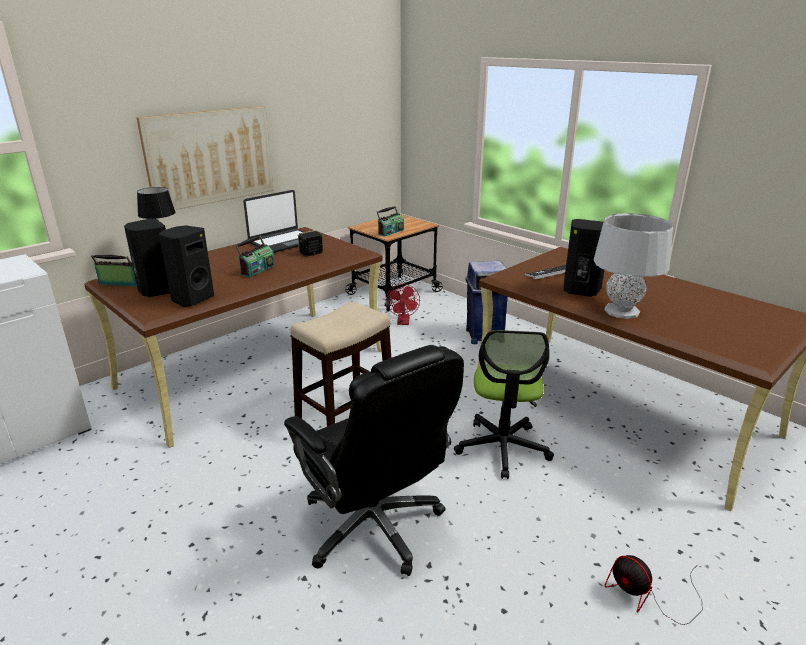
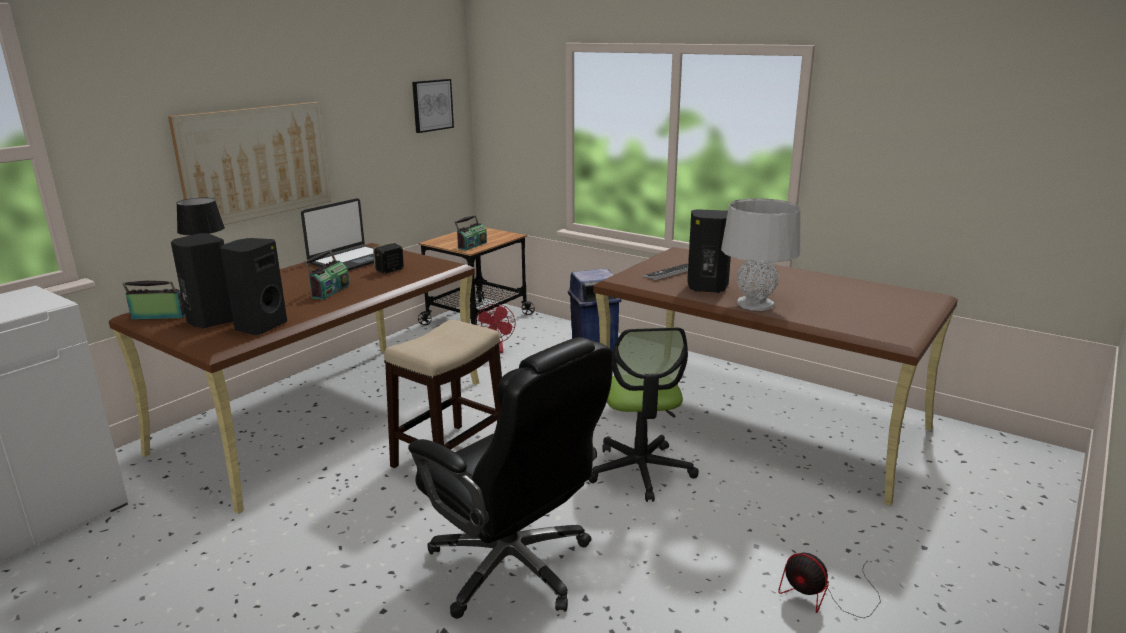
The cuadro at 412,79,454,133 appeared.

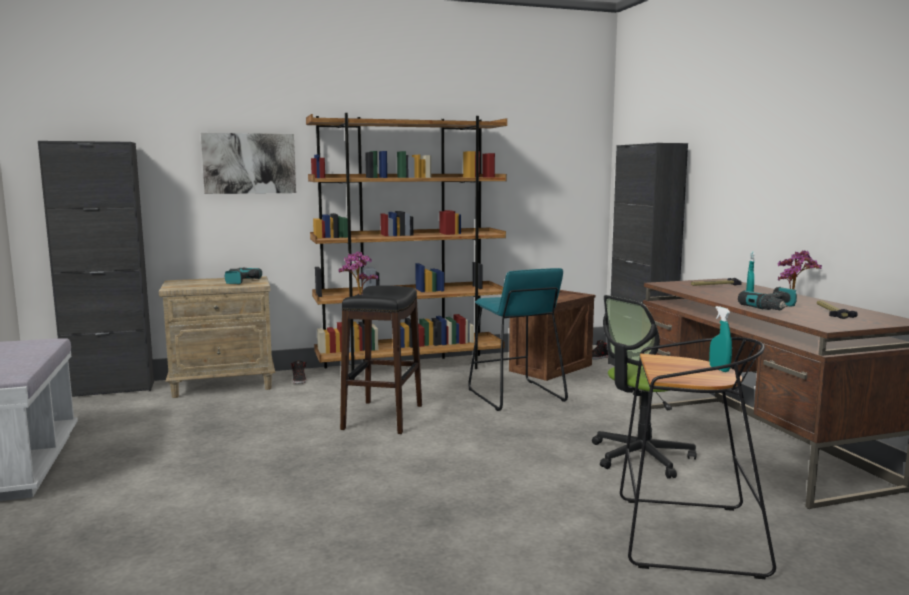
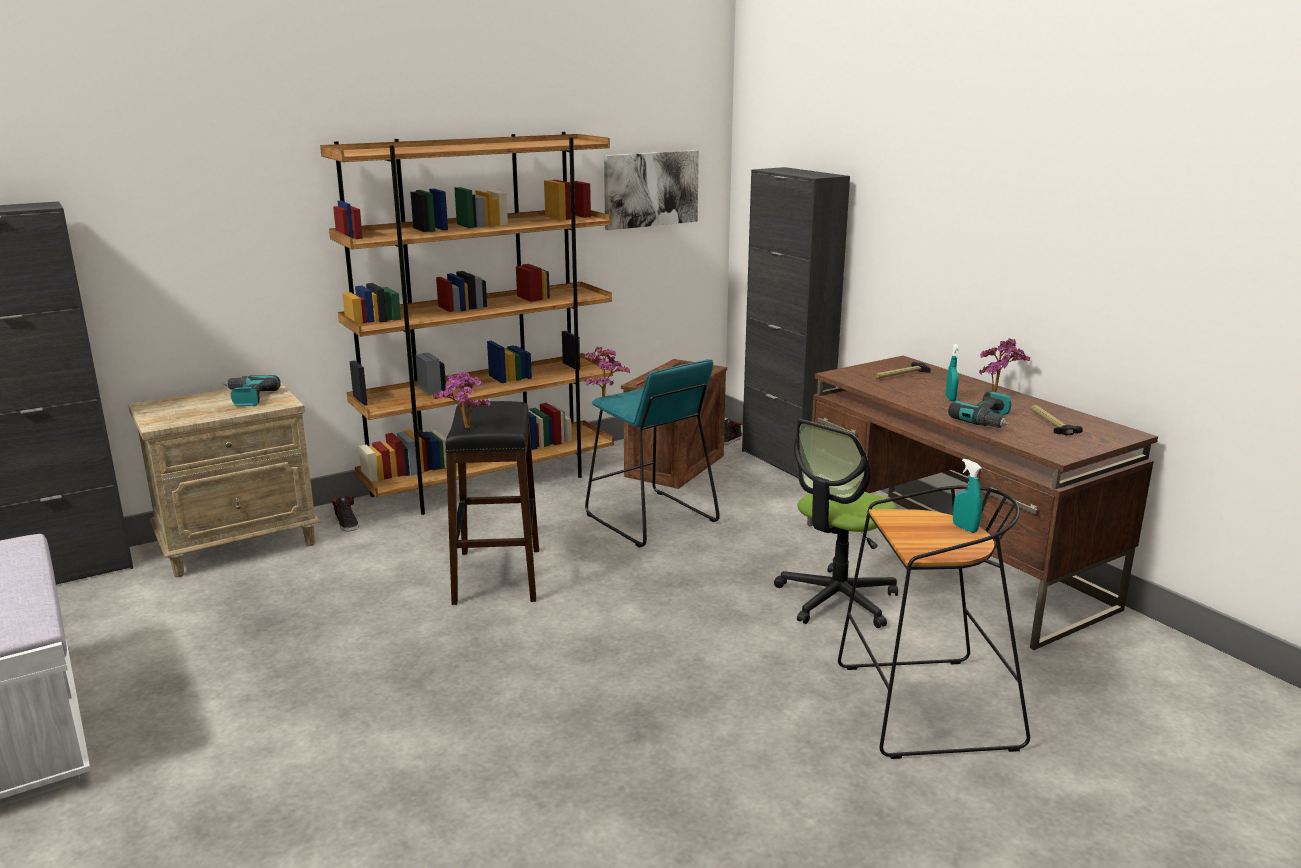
The planta en maceta at 584,346,630,398 appeared.
The cuadro moved from 201,133,296,194 to 604,150,699,230.

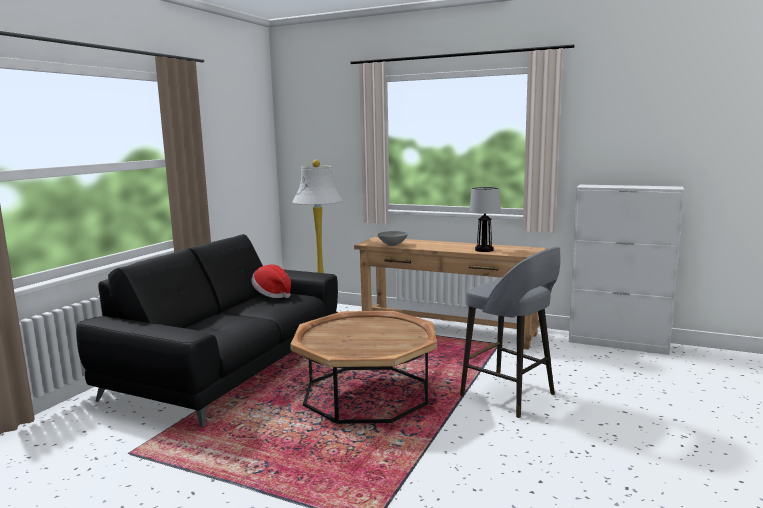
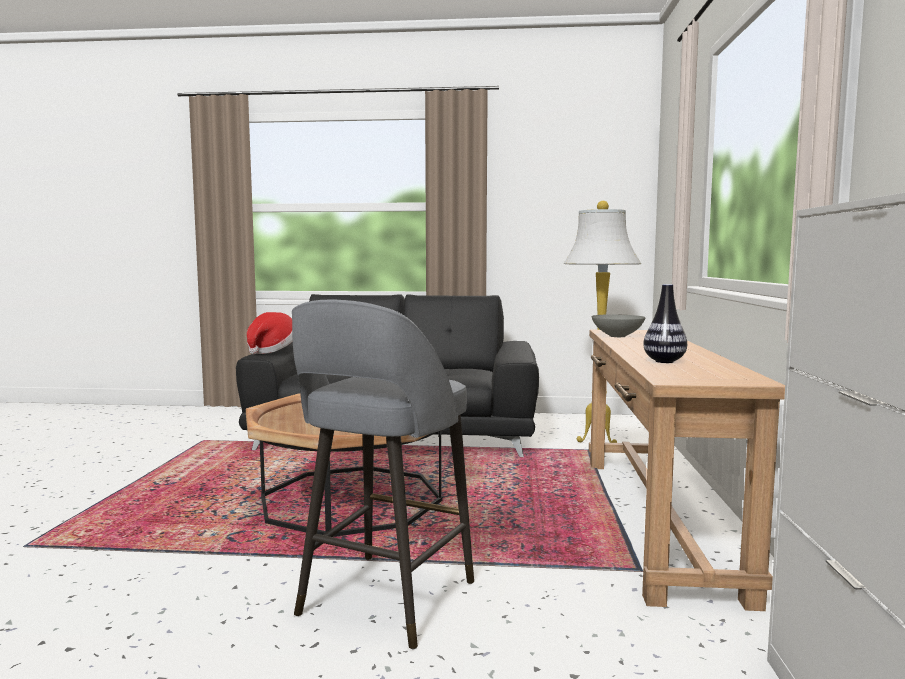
The sombrero moved from 251,265,291,298 to 247,312,293,354.
The lámpara de mesa at 469,187,501,252 was replaced by the florero at 643,284,687,363.

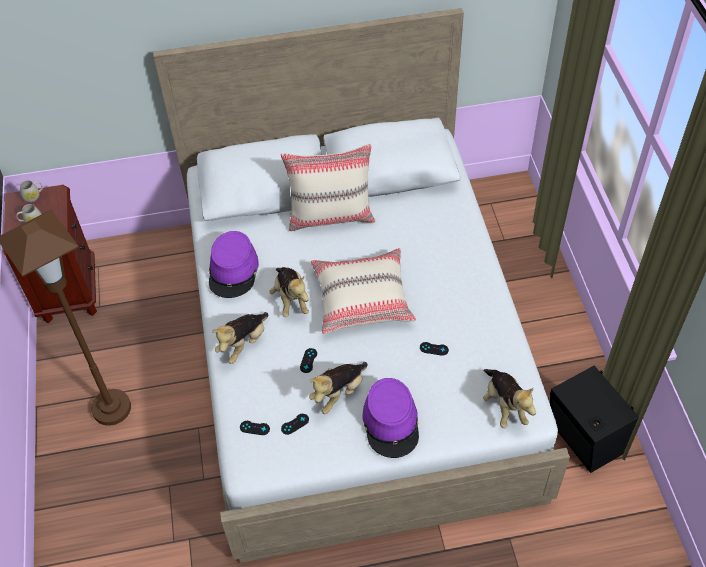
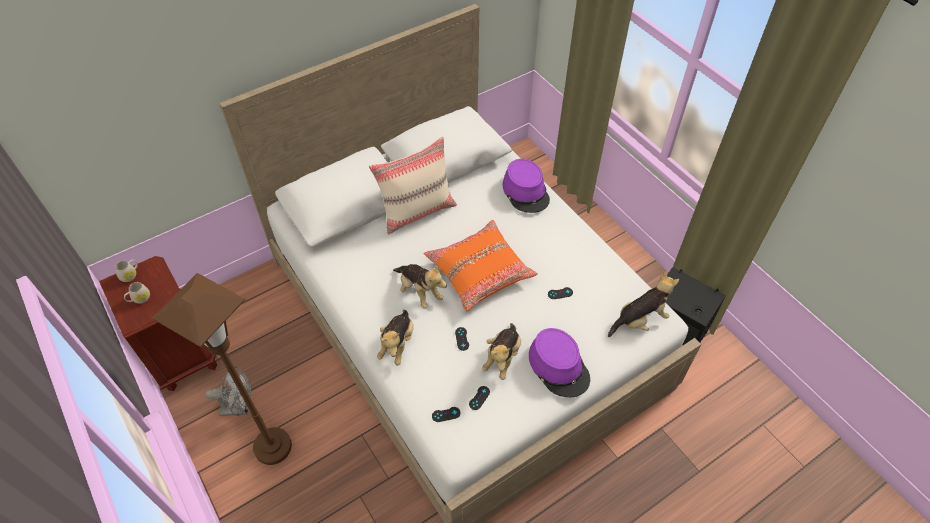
The ventilador (gris) at 205,366,251,416 appeared.
The cojín (beis) at 310,248,416,334 became the cojín (naranja) at 424,220,538,311.
The sombrero (morado) moved from 209,231,259,298 to 503,159,550,213.
The peluche at 483,369,536,428 turned 75 degrees counterclockwise.

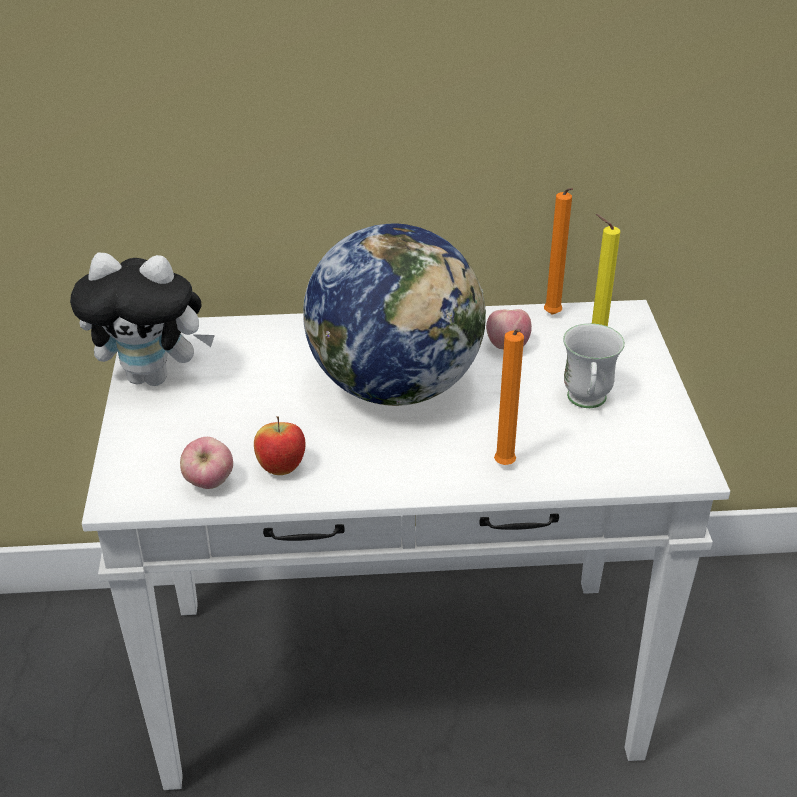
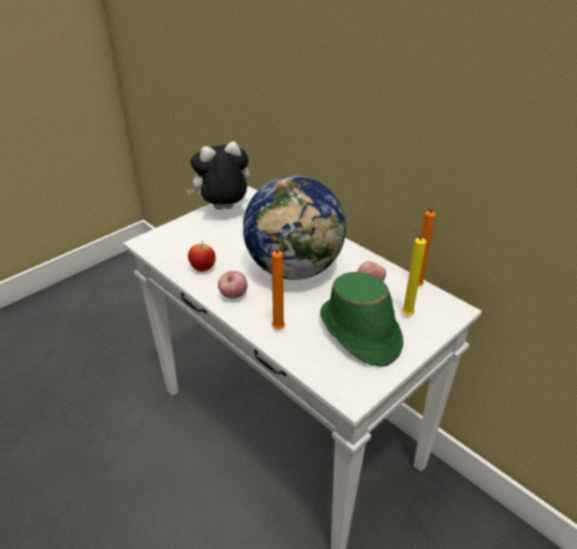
The peluche at 70,253,215,386 turned 105 degrees clockwise.
The manzana moved from 180,437,233,489 to 218,271,248,299.
The taza grande (blanco) at 563,323,625,408 was replaced by the sombrero (verde) at 320,272,403,367.

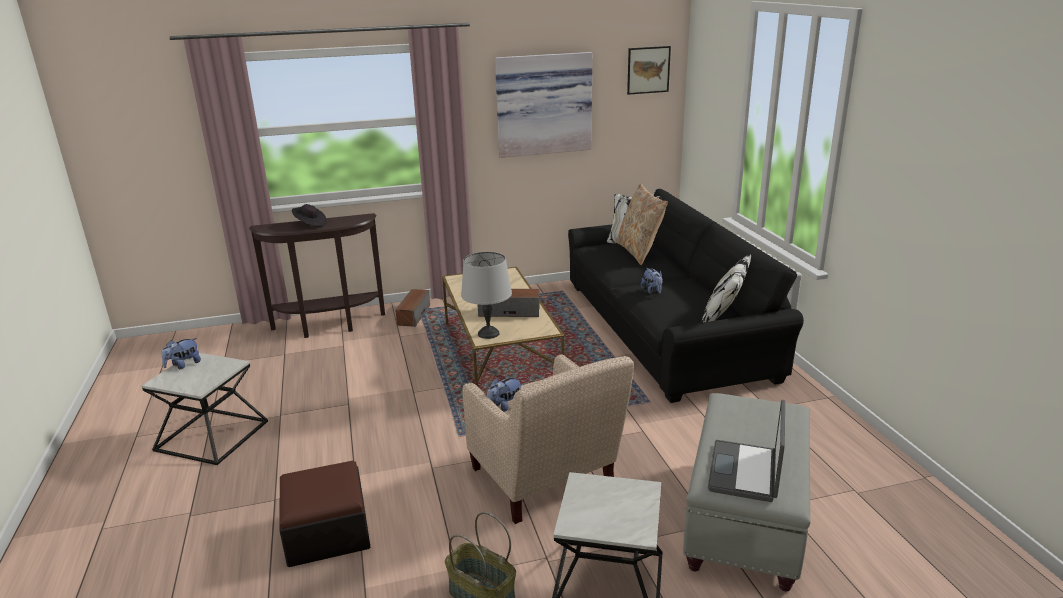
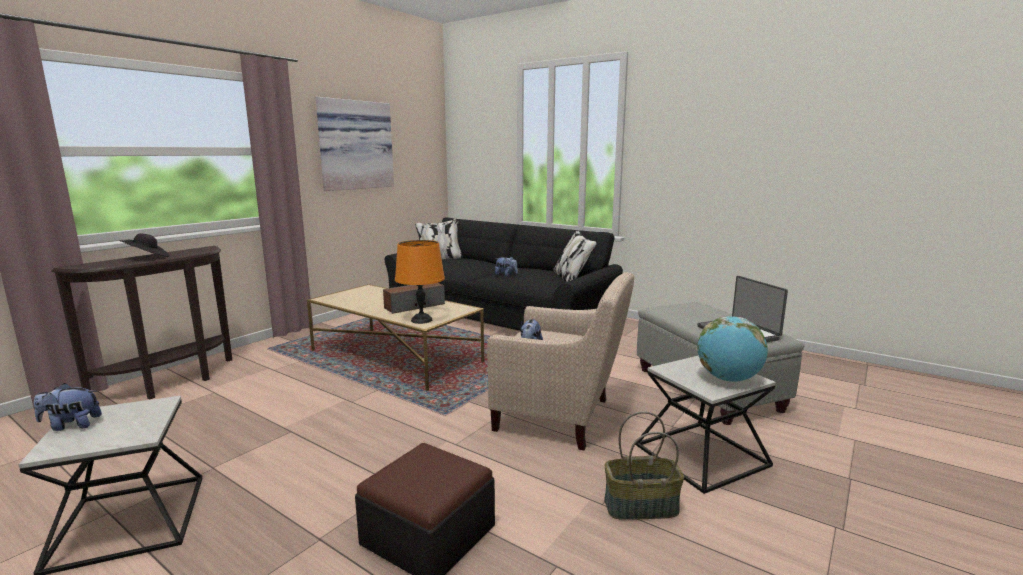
The peluche at 162,338,201,369 turned 75 degrees clockwise.
The lámpara de mesa (gris) at 461,252,512,339 became the lámpara de mesa (naranja) at 395,240,445,324.
The globo terráqueo at 697,316,768,382 appeared.
The altavoz at 395,289,430,327 disappeared.
The cojín (beis) at 616,184,668,265 disappeared.
The cuadro at 627,46,671,95 disappeared.

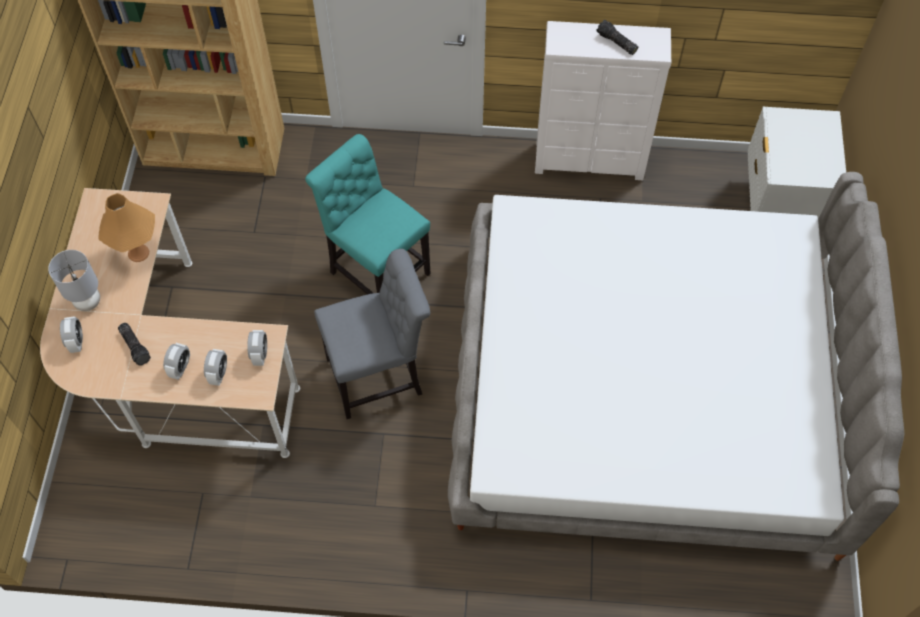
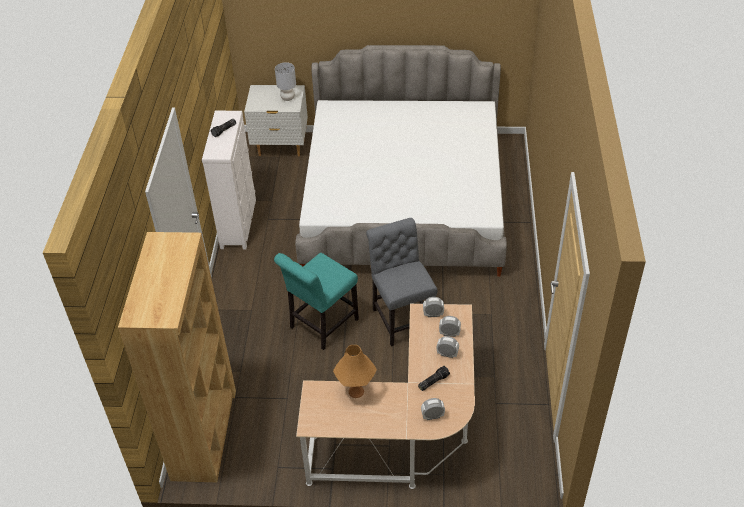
The lámpara de mesa (gris) moved from 48,250,100,311 to 275,62,296,101.

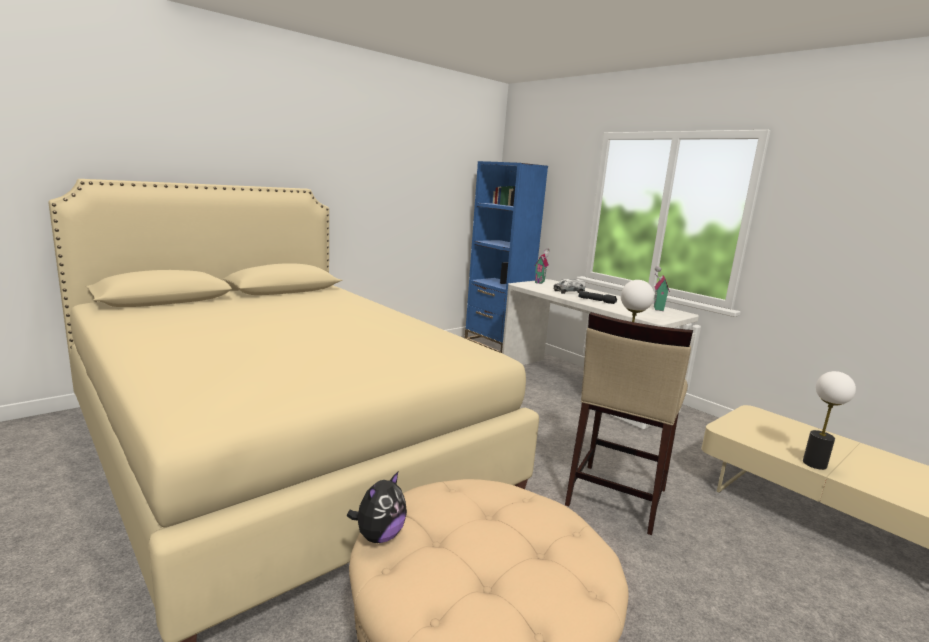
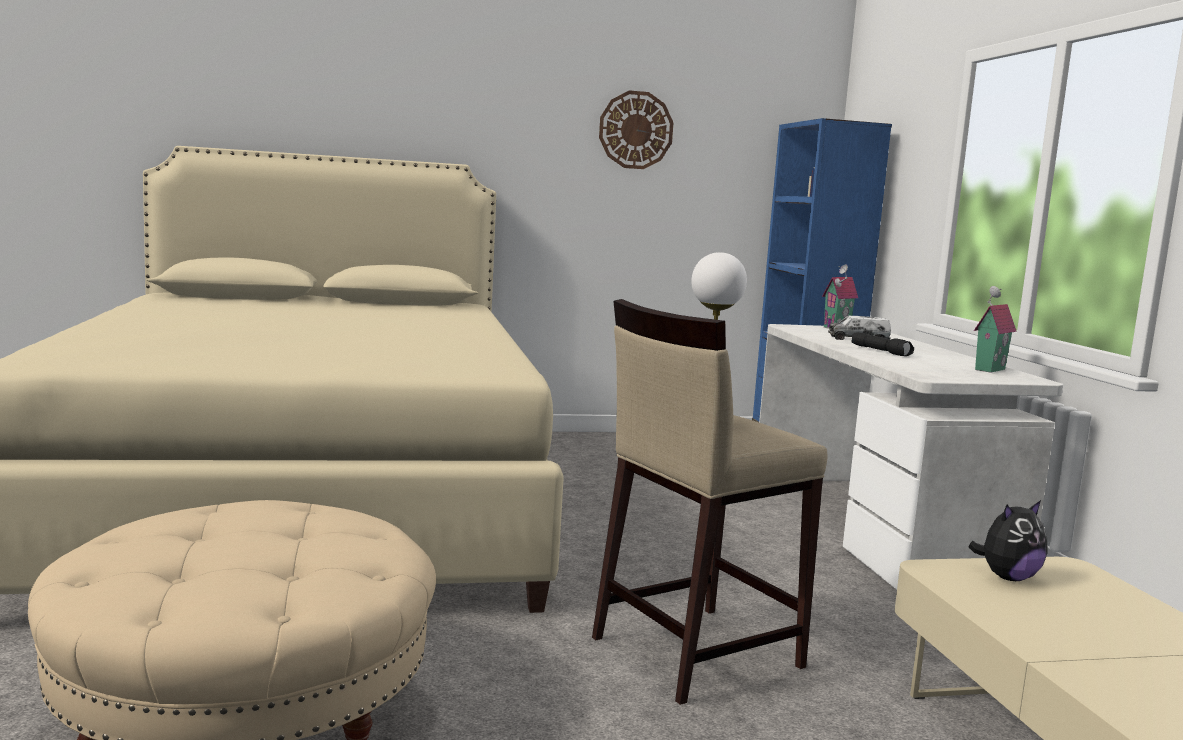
The reloj de pared at 599,90,673,169 appeared.
The peluche moved from 347,472,407,543 to 968,500,1047,581.
The lámpara de mesa at 803,371,856,470 disappeared.

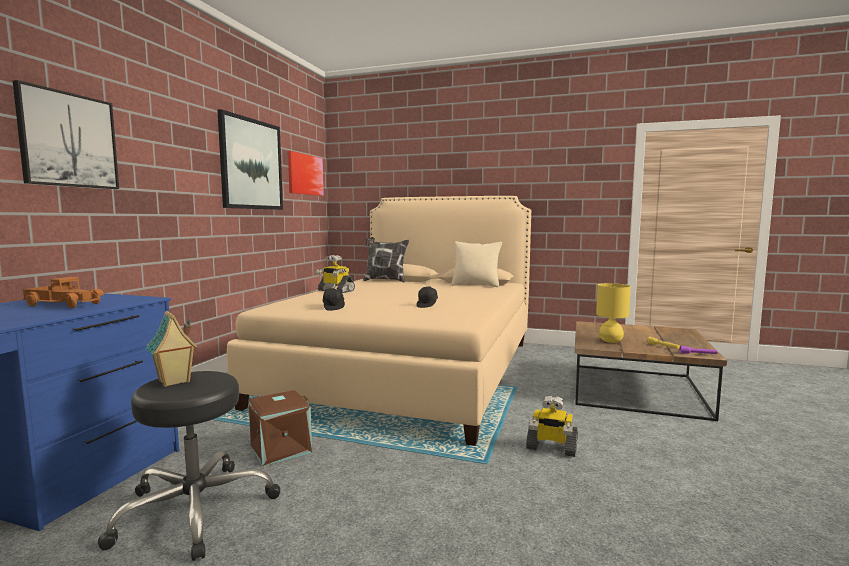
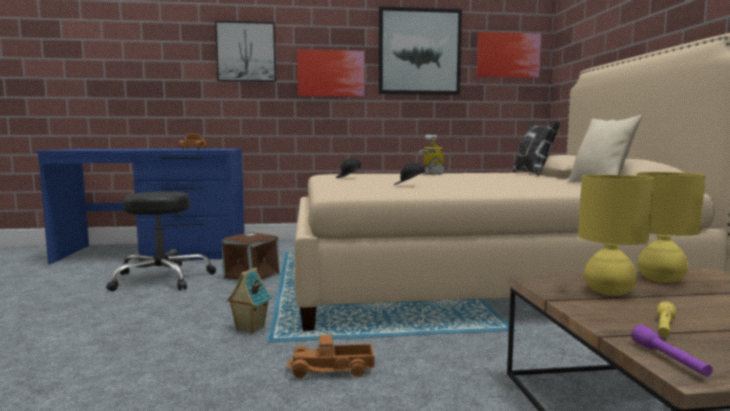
The casita moved from 146,311,198,387 to 227,267,272,334.
The robot de juguete at 526,395,578,457 was replaced by the camión de juguete at 287,335,374,378.
The cuadro at 297,49,365,97 appeared.
The lámpara de mesa (amarillo) at 636,172,706,283 appeared.

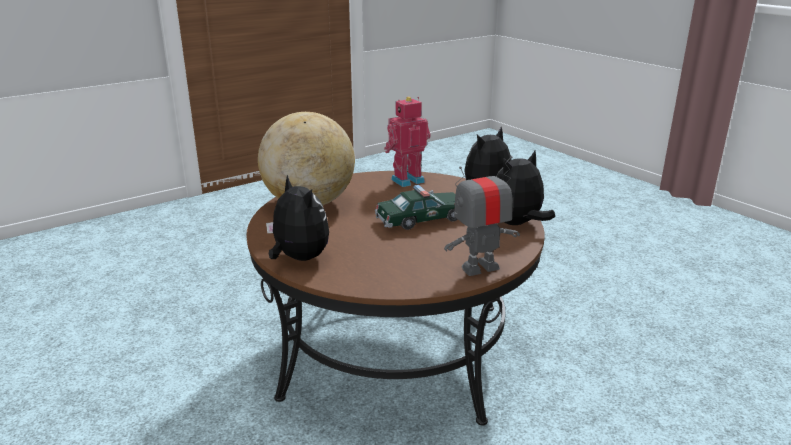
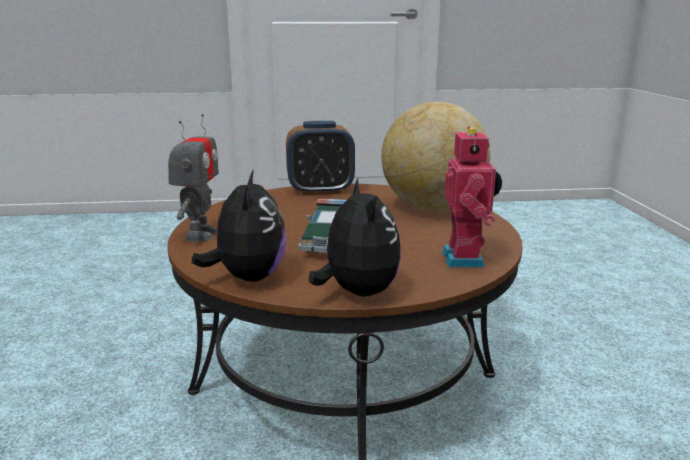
The peluche at 266,175,329,261 was replaced by the despertador at 286,121,355,195.

